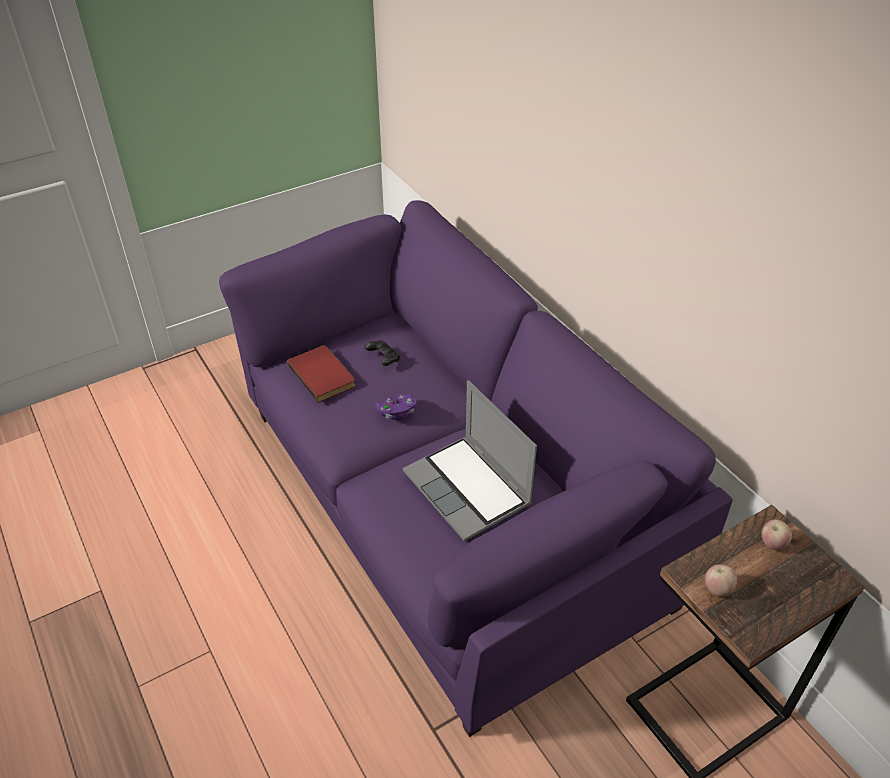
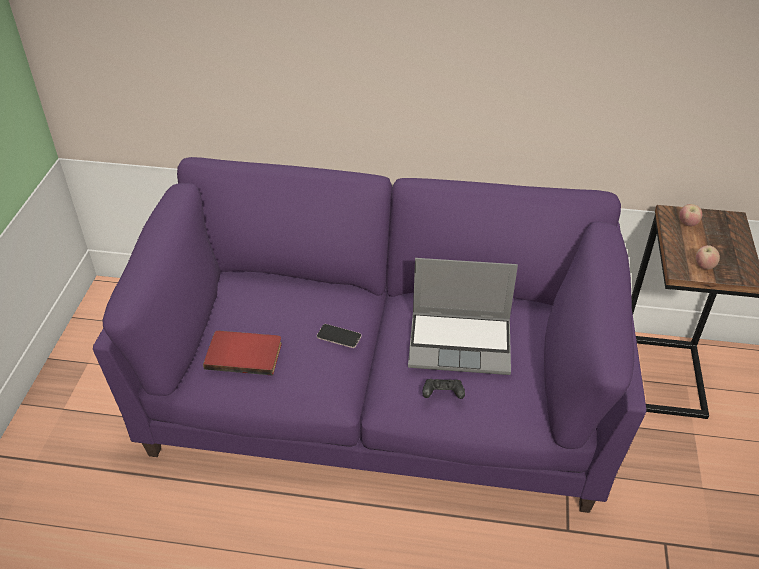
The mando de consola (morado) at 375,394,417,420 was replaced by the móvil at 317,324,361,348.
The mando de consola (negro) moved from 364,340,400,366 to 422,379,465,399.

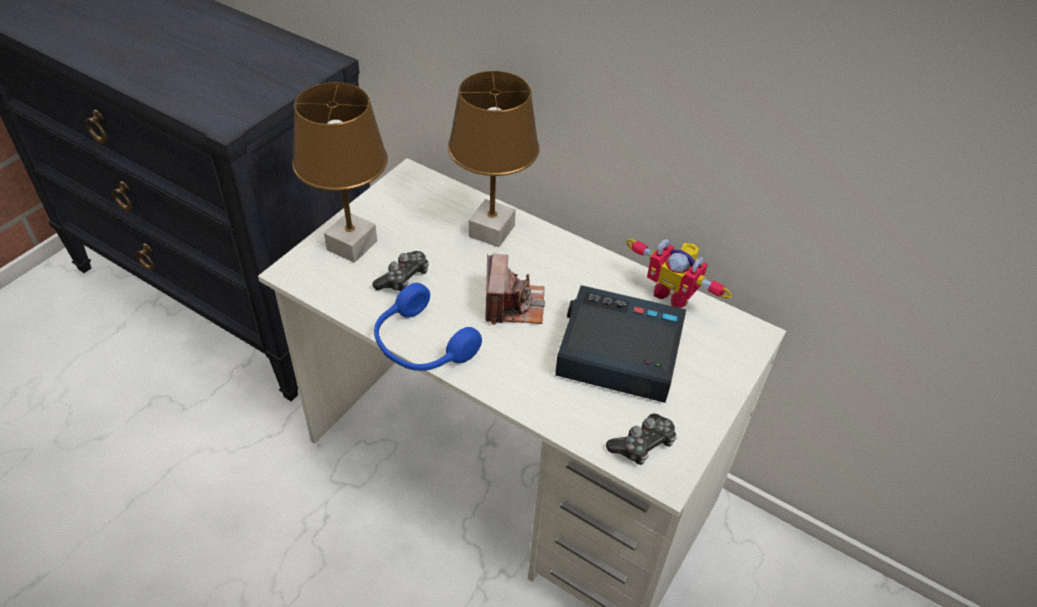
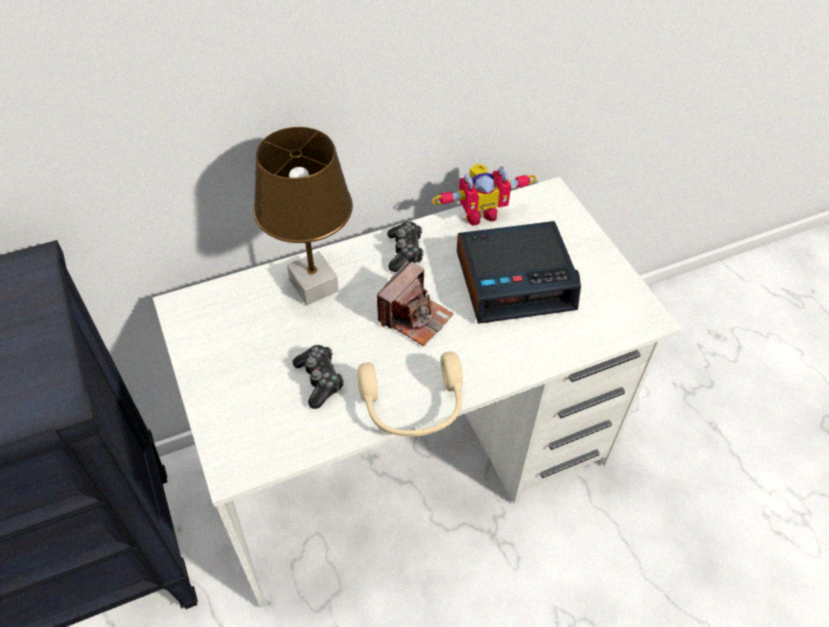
The auriculares (azul) at 374,283,482,371 became the auriculares (beis) at 357,352,463,436.
The cámara at 485,253,545,325 turned 90 degrees clockwise.
The mando de consola moved from 606,414,677,465 to 387,221,424,272.
The despertador at 555,285,686,403 turned 150 degrees counterclockwise.
The lámpara de mesa (marrón) at 292,82,388,263 disappeared.

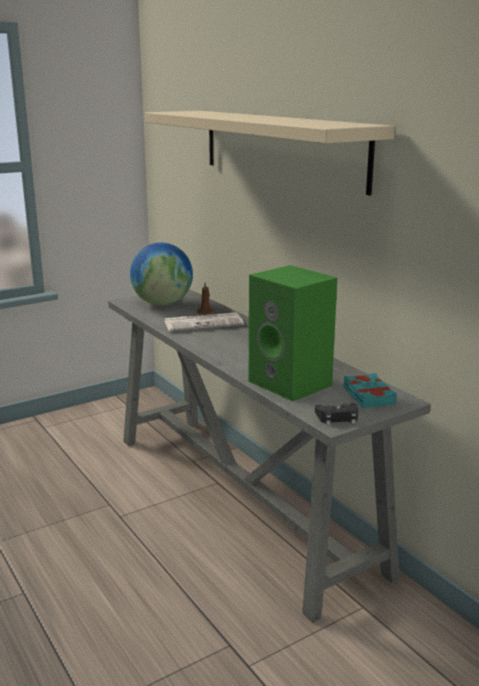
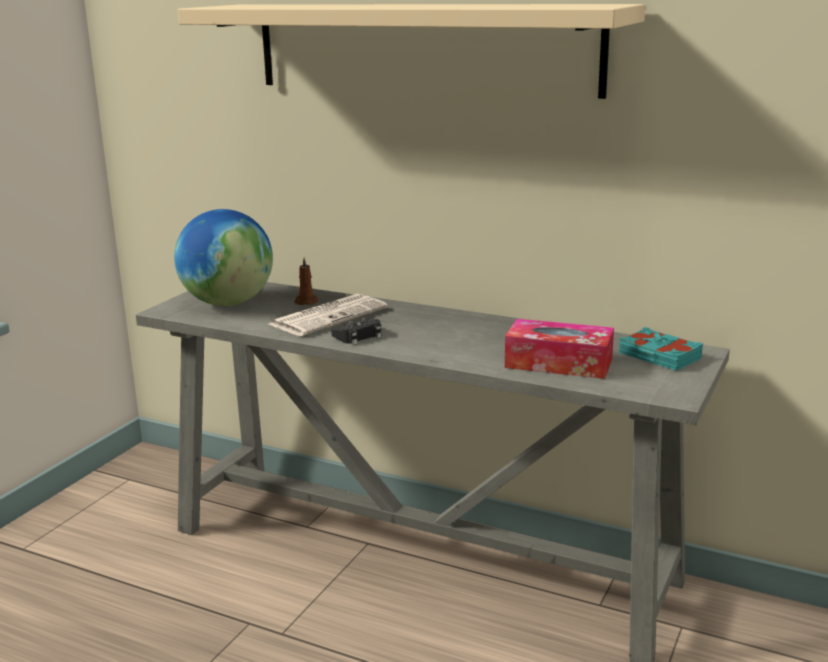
The mando de consola (negro) moved from 315,403,358,425 to 331,318,381,345.
The altavoz (verde) at 249,265,337,402 was replaced by the caja de pañuelos at 505,319,614,379.

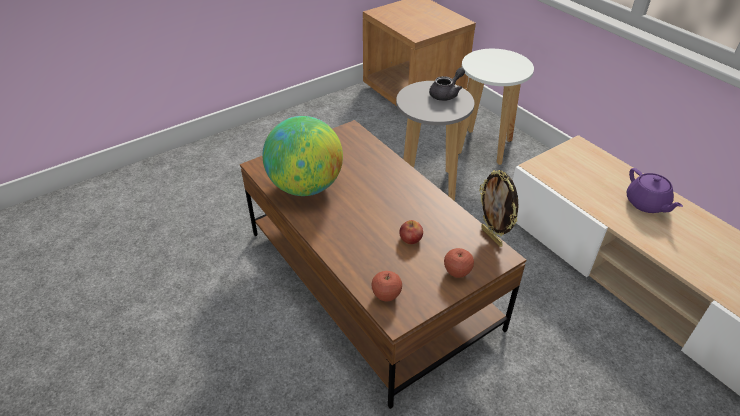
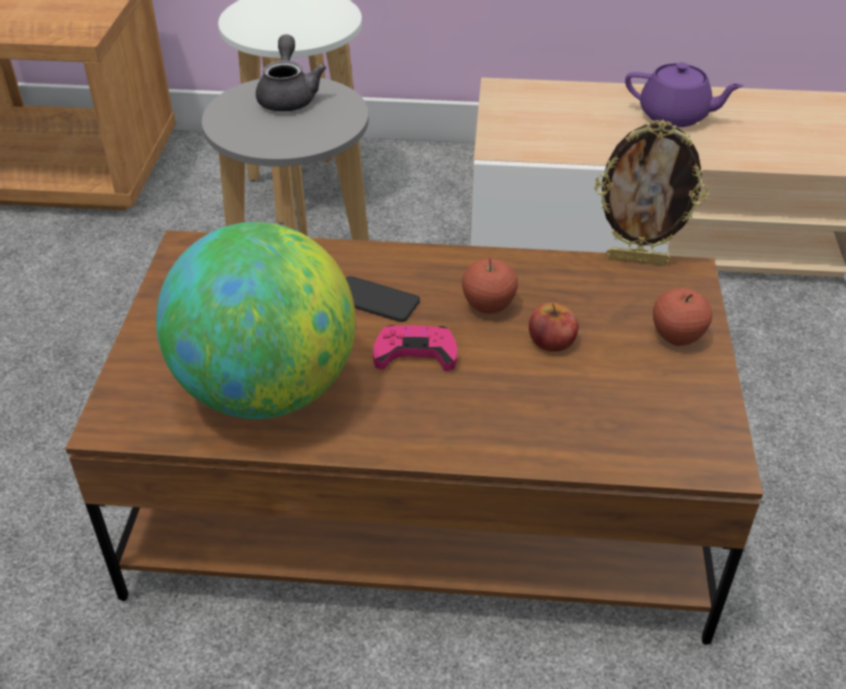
The móvil at 346,276,420,322 appeared.
The mando de consola (rosa) at 373,325,457,371 appeared.
The manzana moved from 371,271,402,301 to 462,258,518,314.

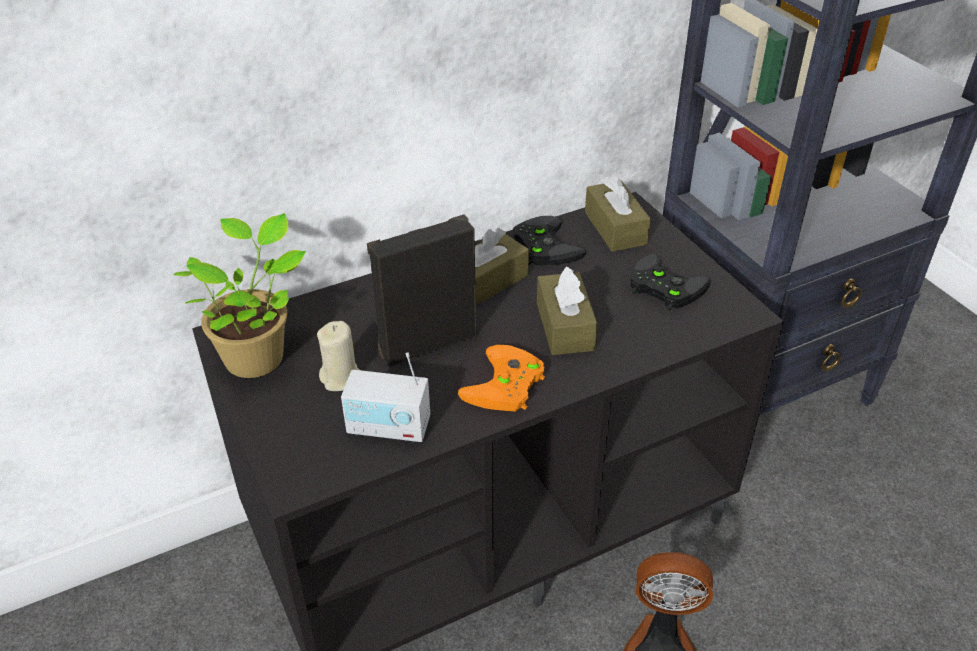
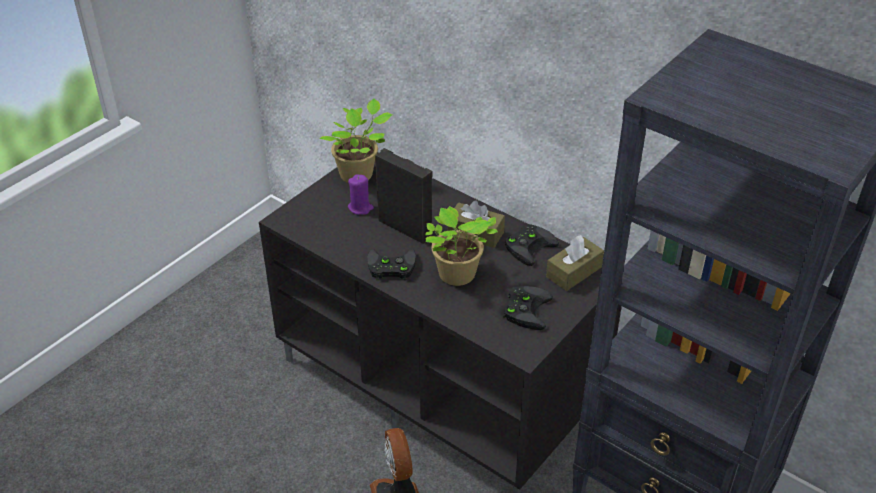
The vela (beis) at 317,321,360,391 became the vela (morado) at 348,175,374,215.
The mando de consola (naranja) at 458,345,545,411 became the mando de consola (negro) at 367,249,416,280.
The caja de pañuelos (marrón) at 537,266,598,355 was replaced by the planta en maceta at 425,206,498,286.
The radio at 341,352,430,443 disappeared.

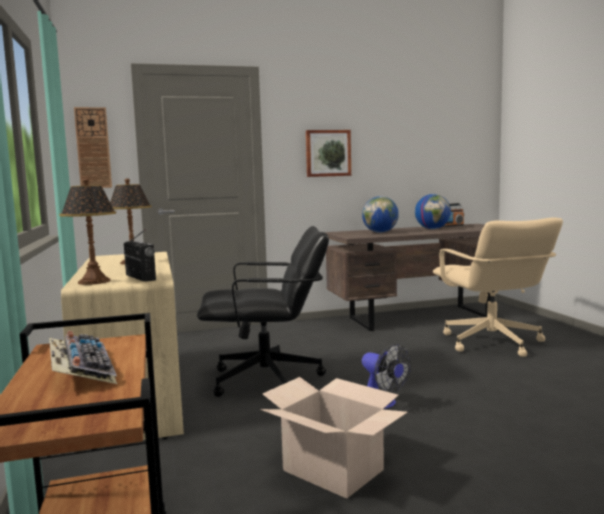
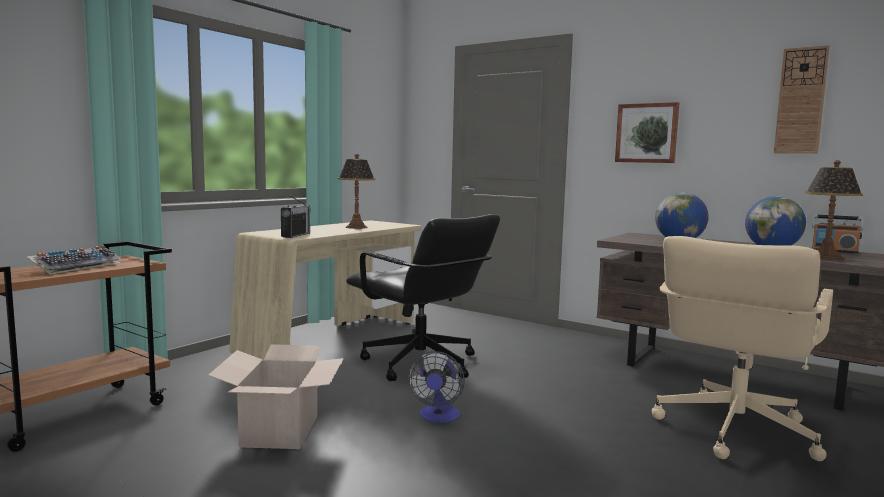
The reloj de pared moved from 74,107,112,188 to 774,45,830,154.
The lámpara de mesa moved from 59,178,116,285 to 804,160,863,260.

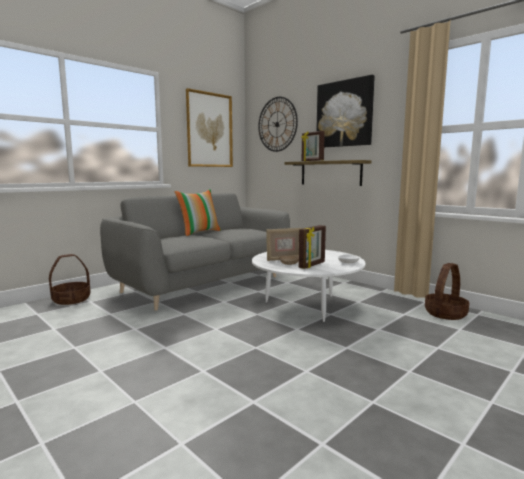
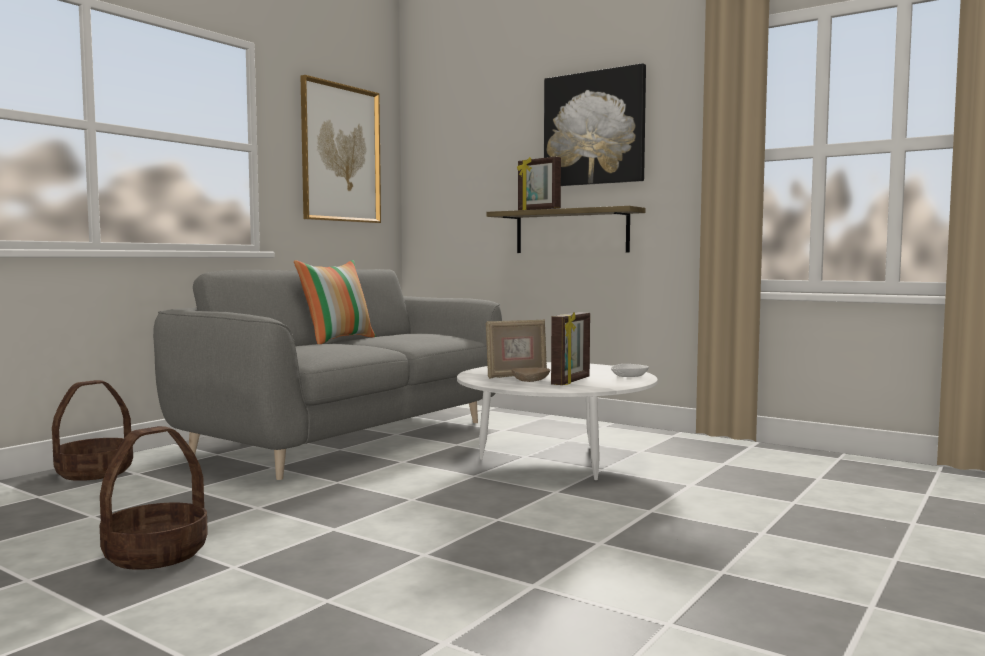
The cesta moved from 425,263,469,320 to 100,426,208,570.
The reloj de pared at 258,97,298,152 disappeared.

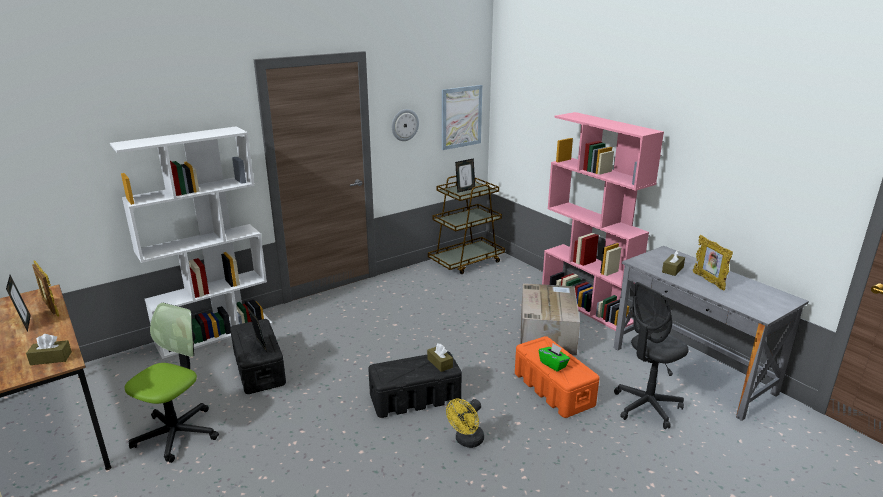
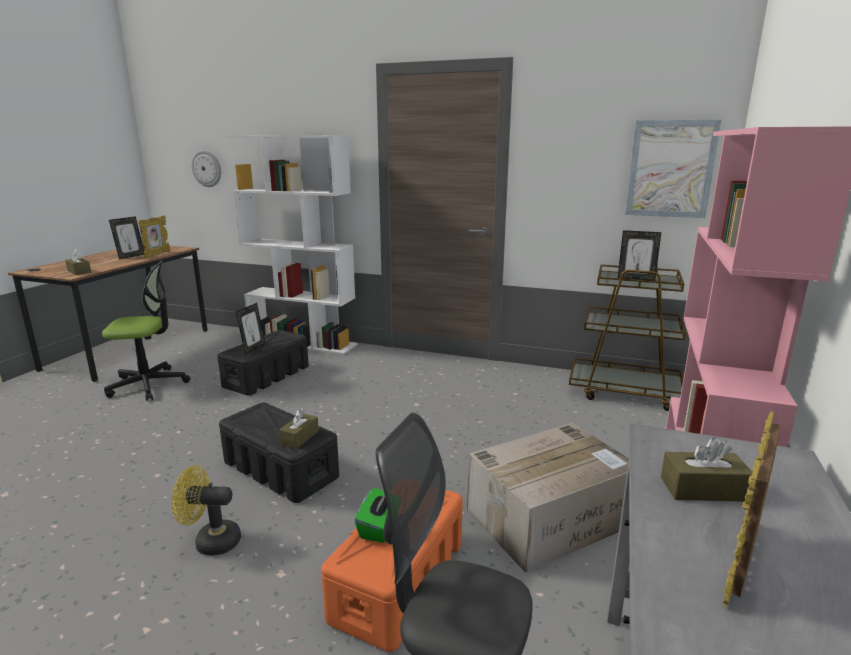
The reloj de pared moved from 392,109,419,141 to 191,150,221,187.

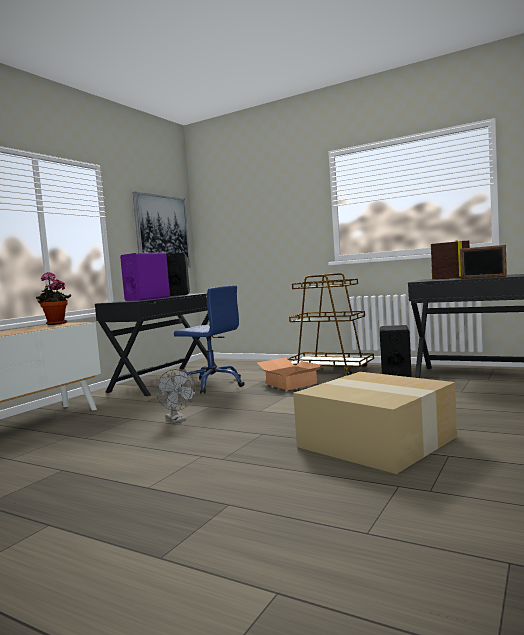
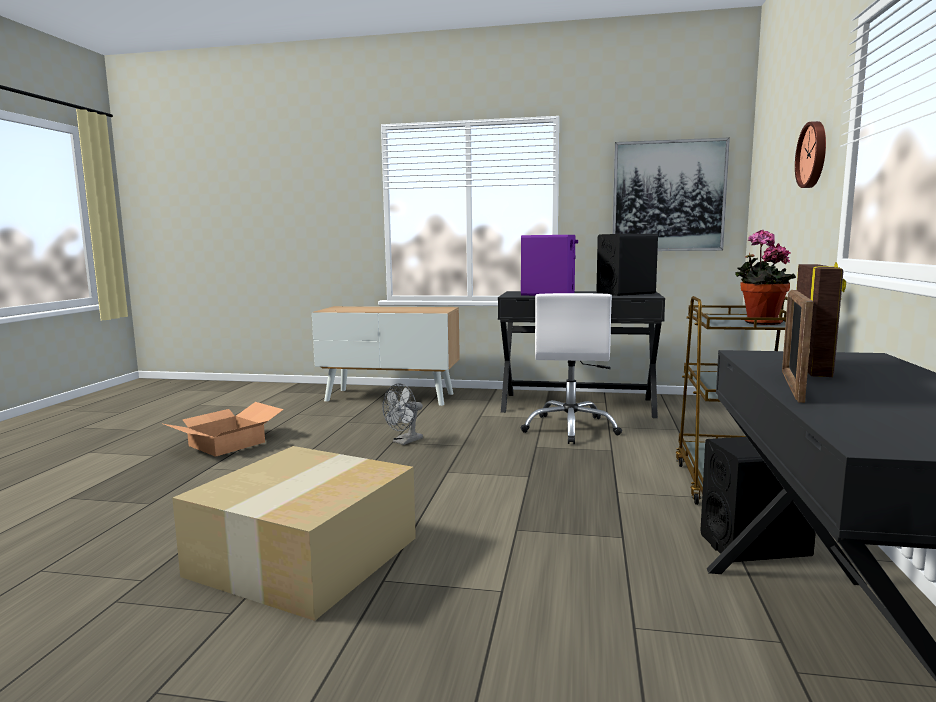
The caja de cartón moved from 257,358,325,390 to 164,402,284,457.
The silla de oficina (azul) at 174,285,245,394 became the silla de oficina (blanco) at 520,293,622,444.
The planta en maceta moved from 36,272,71,325 to 735,230,796,325.
The reloj de pared at 795,121,826,188 appeared.

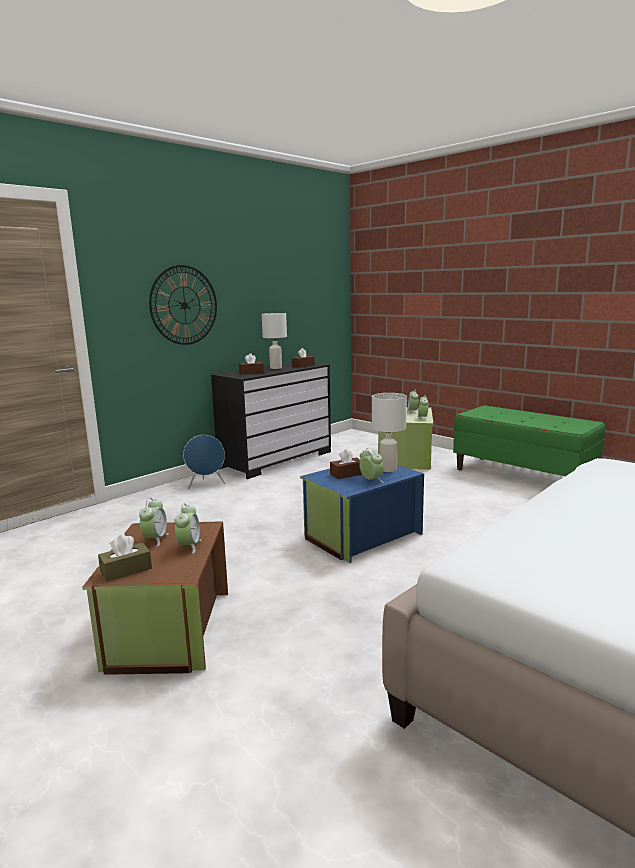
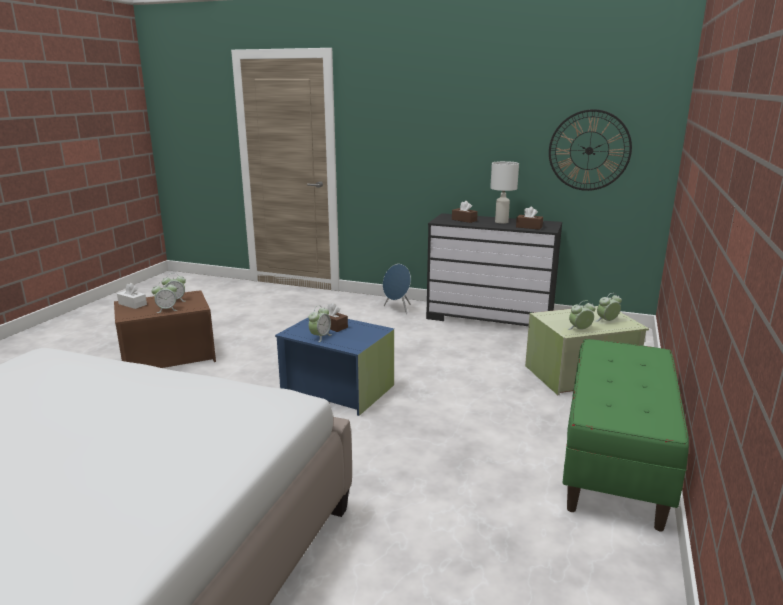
The caja de pañuelos (marrón) at 98,534,152,582 became the caja de pañuelos (blanco) at 117,283,147,309.
The reloj de pared moved from 149,265,217,345 to 549,109,632,191.
The lámpara de mesa (blanco) at 372,393,407,472 disappeared.

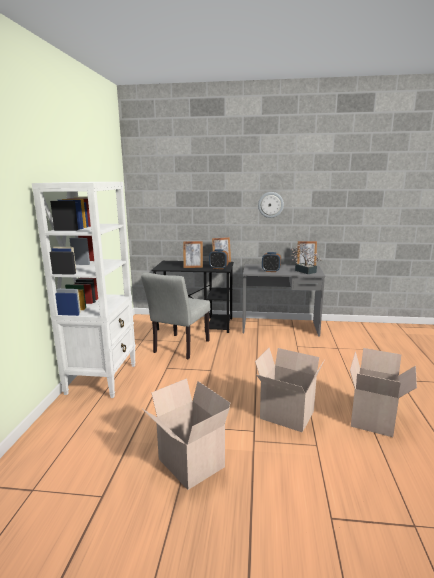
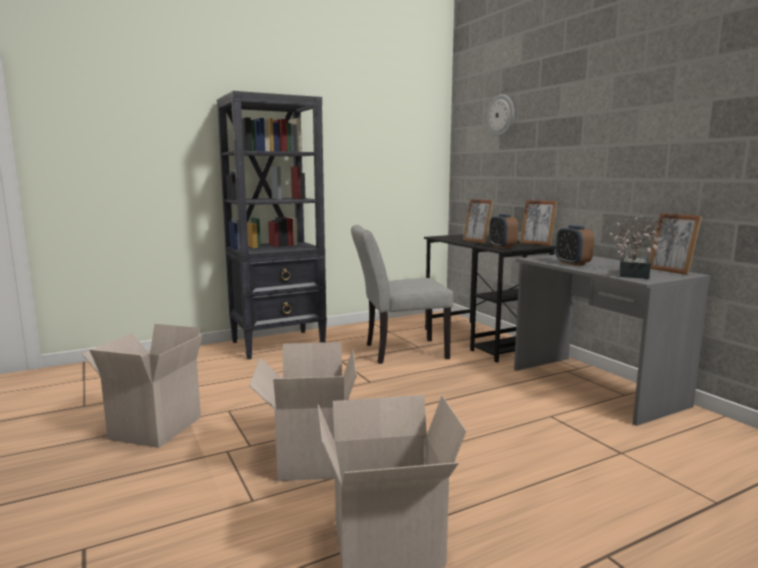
The estantería (blanco) at 32,182,136,398 became the estantería (negro) at 217,91,327,359.
The reloj de pared moved from 258,192,284,218 to 487,94,514,136.

